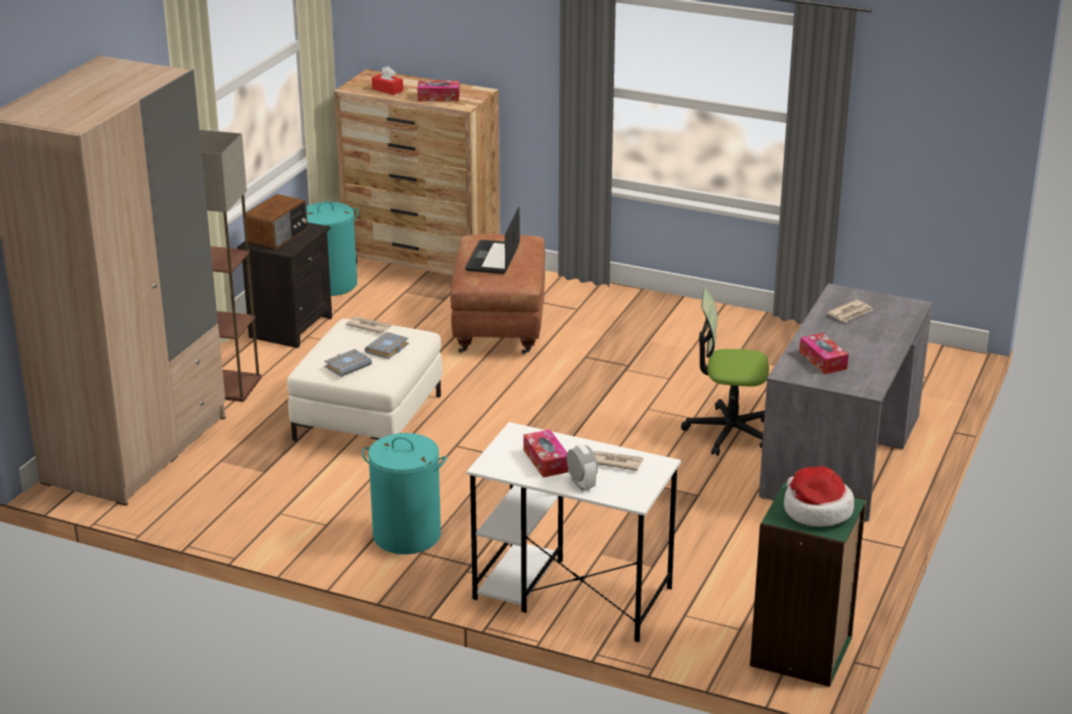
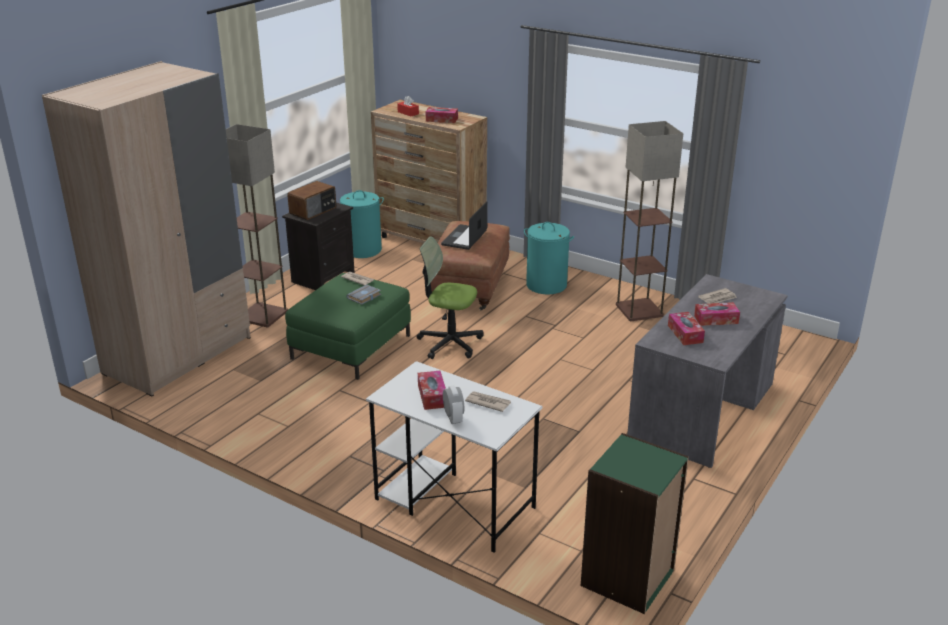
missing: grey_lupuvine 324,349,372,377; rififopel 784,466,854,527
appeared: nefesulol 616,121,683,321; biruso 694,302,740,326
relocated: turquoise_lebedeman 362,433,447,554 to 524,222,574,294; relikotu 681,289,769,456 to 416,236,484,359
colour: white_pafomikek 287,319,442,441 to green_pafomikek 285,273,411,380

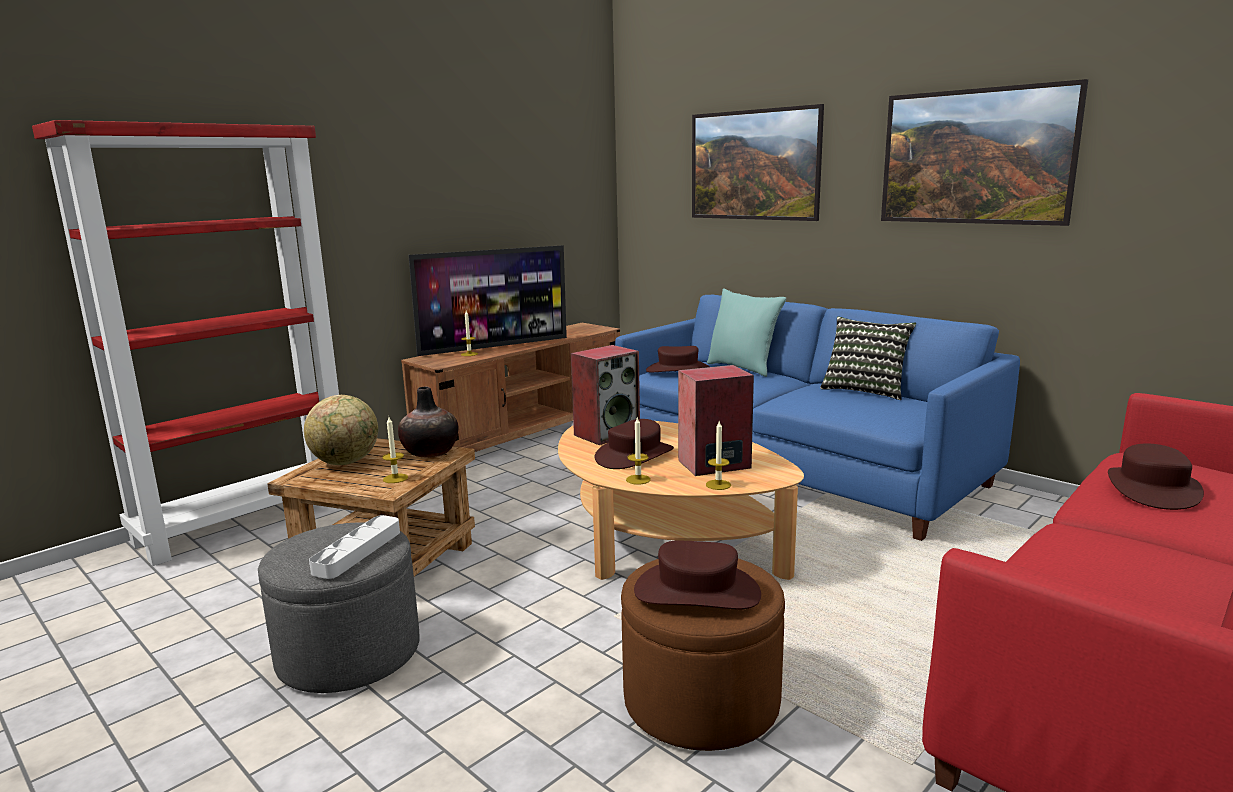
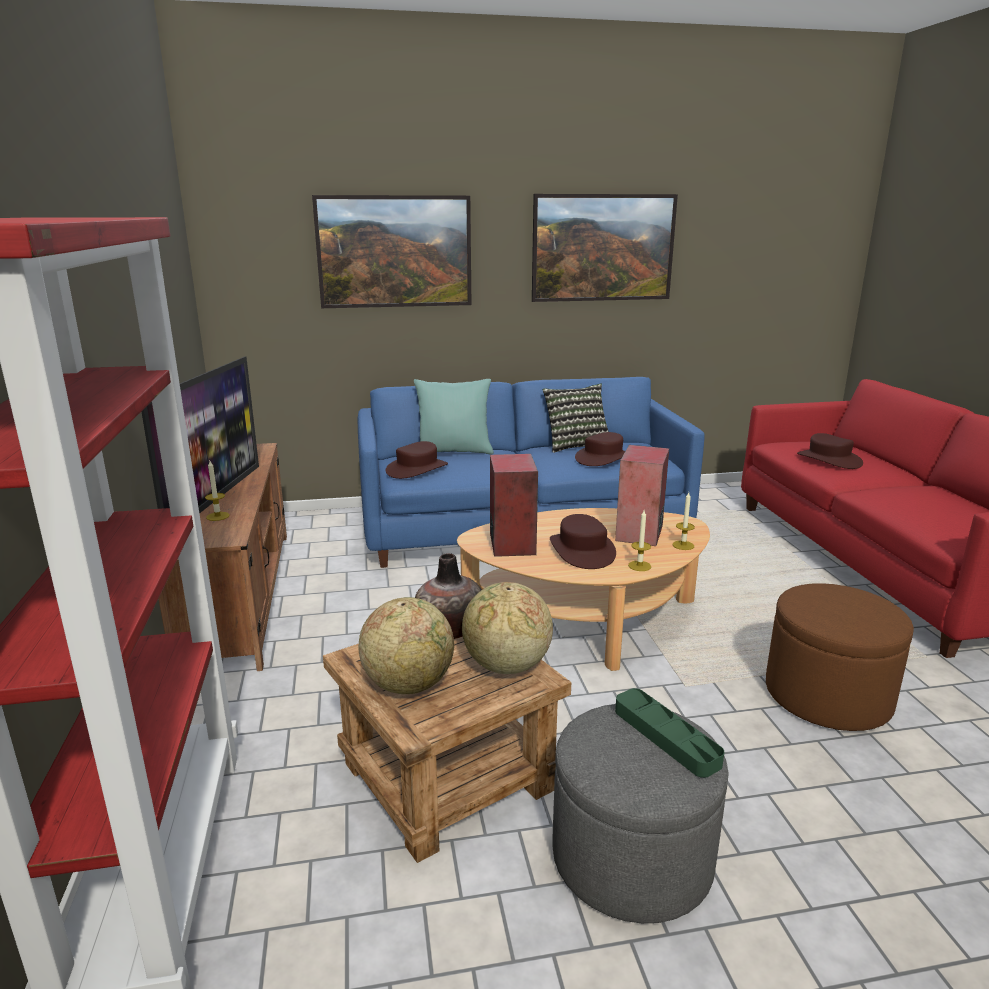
relocated: brown_rififopel 634,541,761,609 to 575,432,625,466
exchanged: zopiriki 382,417,408,483 to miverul 462,582,553,674
colour: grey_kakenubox 309,515,400,579 to green_kakenubox 615,688,724,778

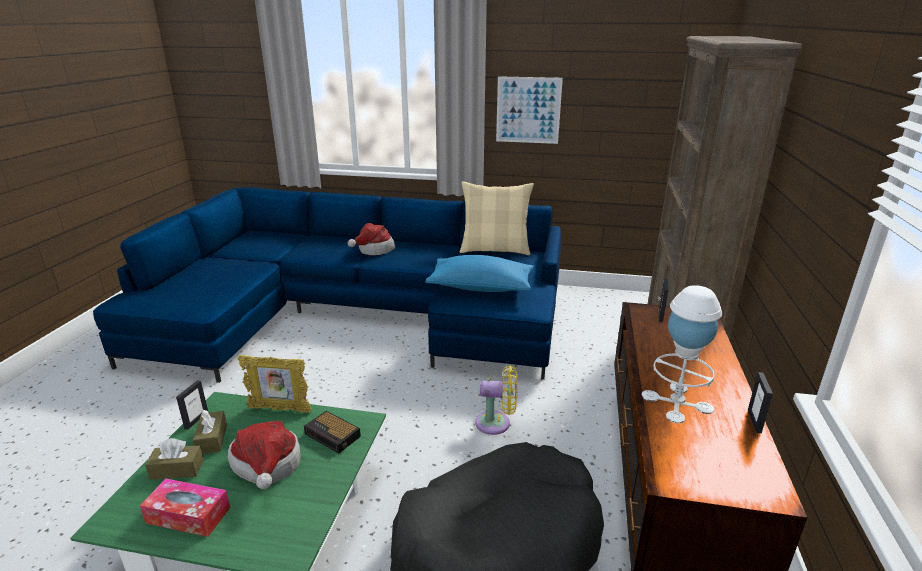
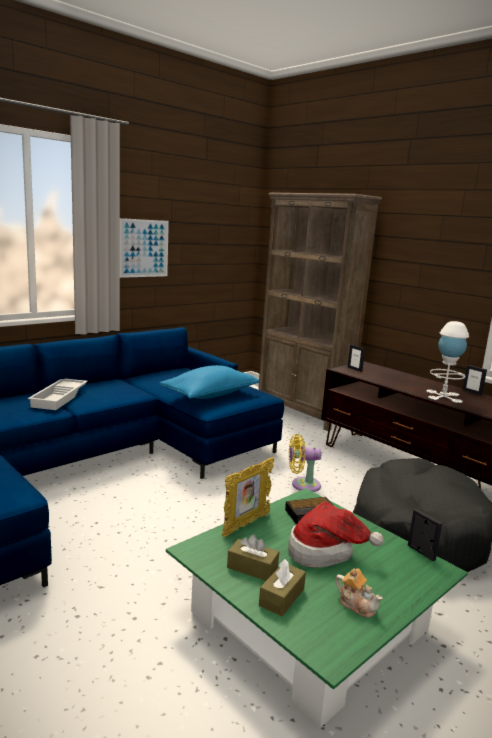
missing: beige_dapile 460,181,534,255
relocated: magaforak 176,380,208,430 to 408,509,442,561
exchanged: biruso 140,479,230,537 to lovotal 335,568,383,618; rififopel 347,223,395,255 to white_kakenubox 28,379,88,410
spun: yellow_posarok 475,366,517,435 = 289,434,321,492 135 degrees counterclockwise

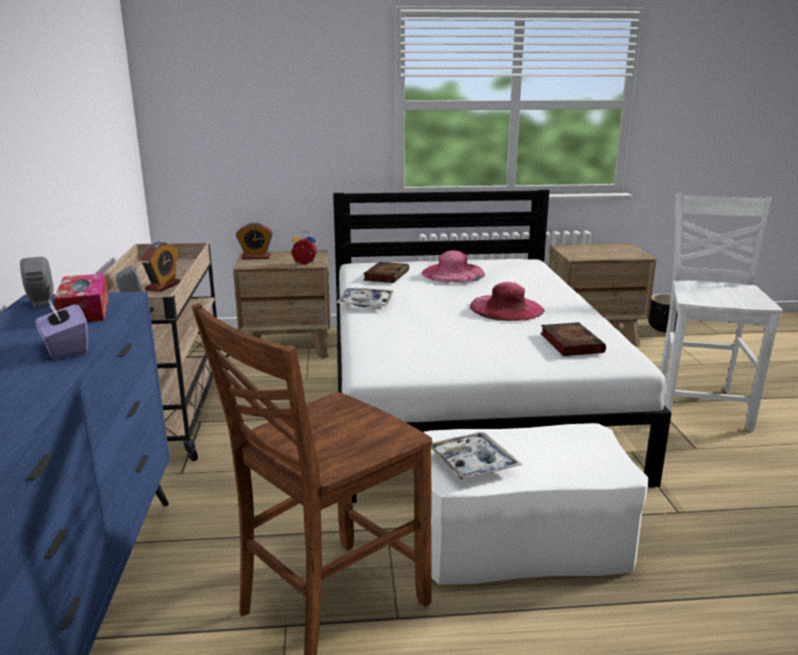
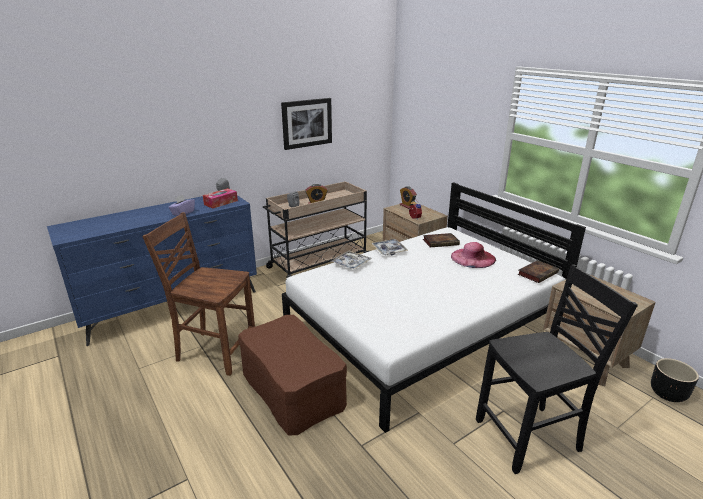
missing: pink_rififopel 470,282,545,321
appeared: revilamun 281,98,332,150
relocated: kakenubox 431,432,522,481 to 331,251,371,270; lupuvine 540,322,606,356 to 518,260,559,283
colour: white_pafomikek 424,423,649,585 to brown_pafomikek 238,315,347,436; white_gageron 660,194,782,432 to black_gageron 476,264,638,474

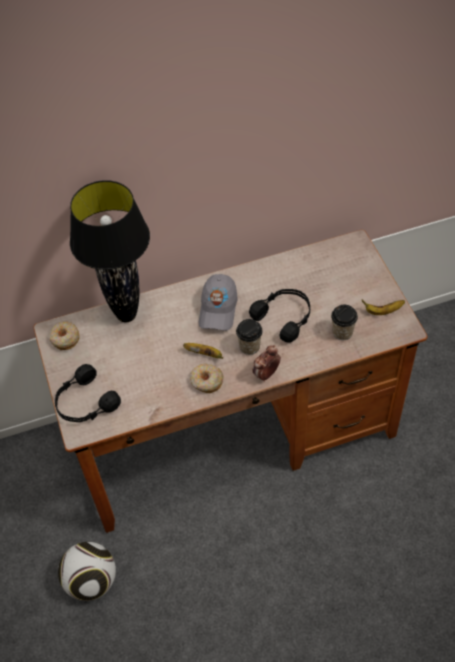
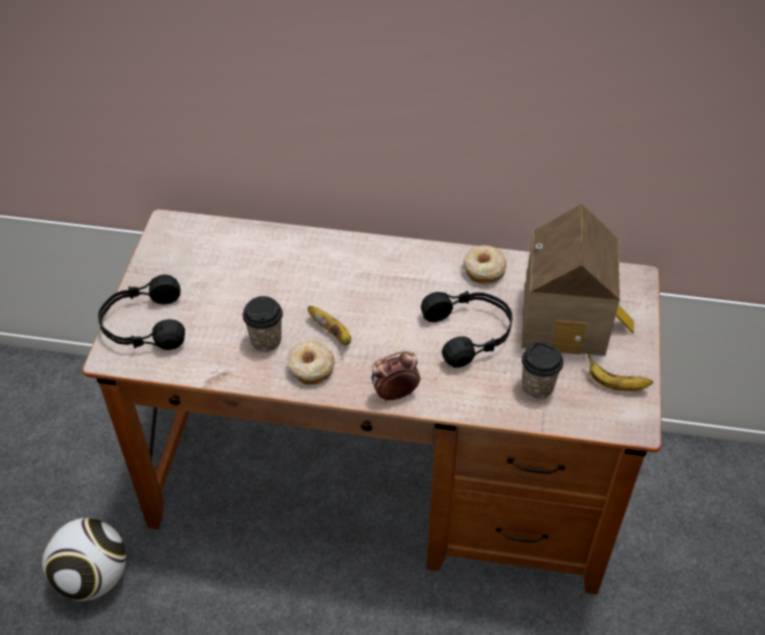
missing: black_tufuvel 70,180,150,322; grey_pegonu 199,274,238,331
appeared: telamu 522,204,634,356
relocated: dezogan 49,322,80,350 to 463,245,507,284; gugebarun 236,319,263,355 to 243,296,283,352

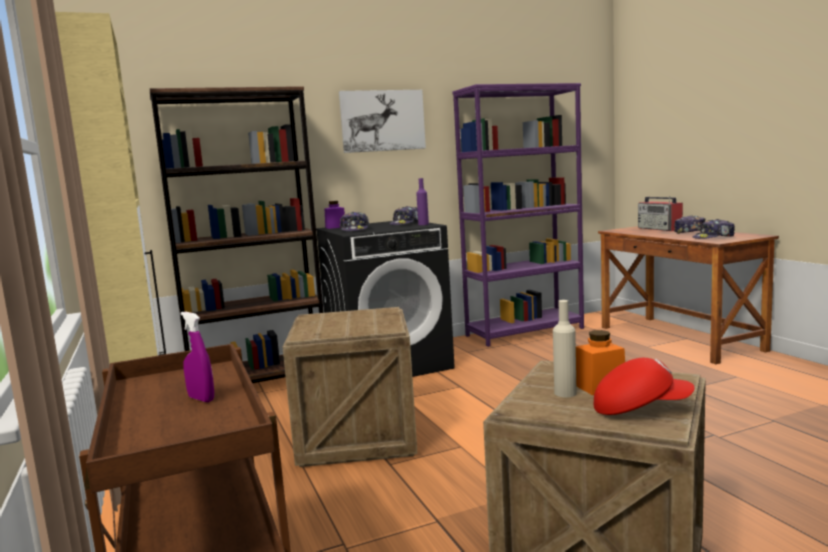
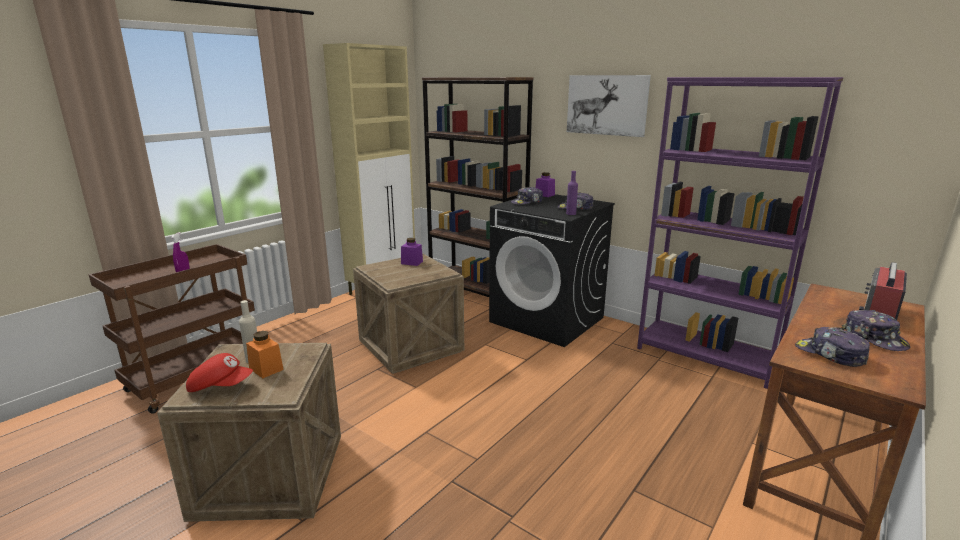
appeared: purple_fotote 401,238,423,266
spun: red_pegonu 594,358,695,415 = 186,353,253,392 60 degrees counterclockwise

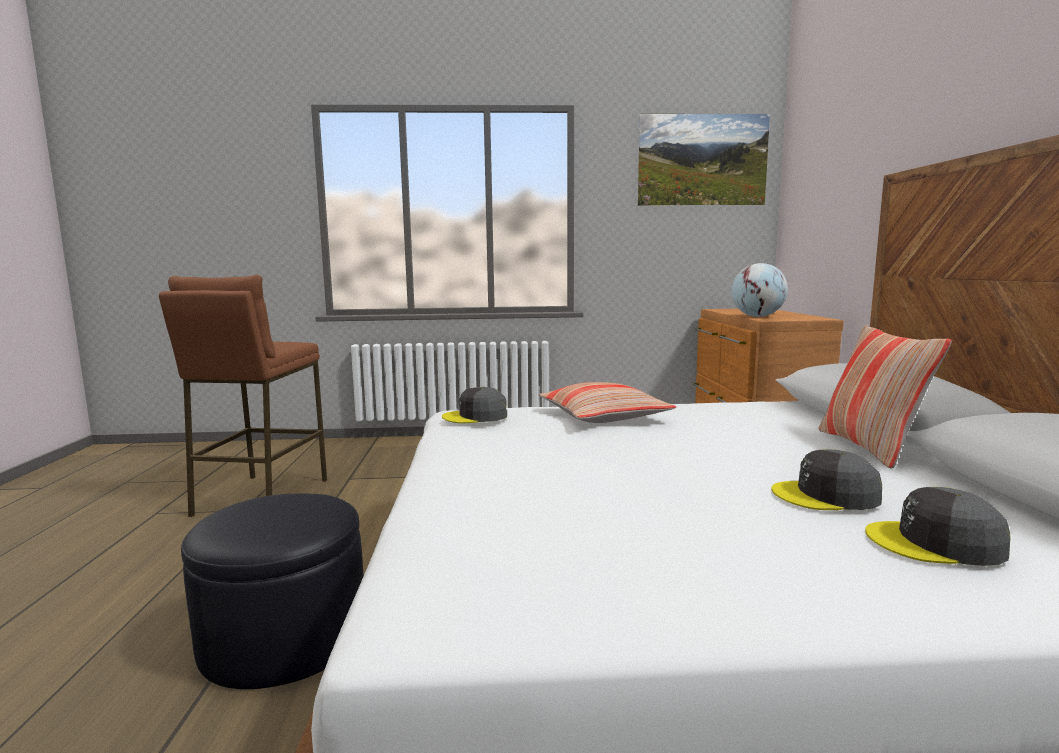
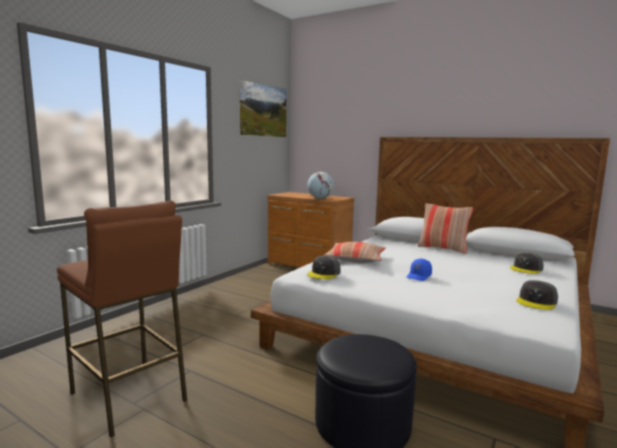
appeared: blue_pegonu 406,259,432,281
relocated: grey_pegonu 771,449,882,510 to 517,280,558,310

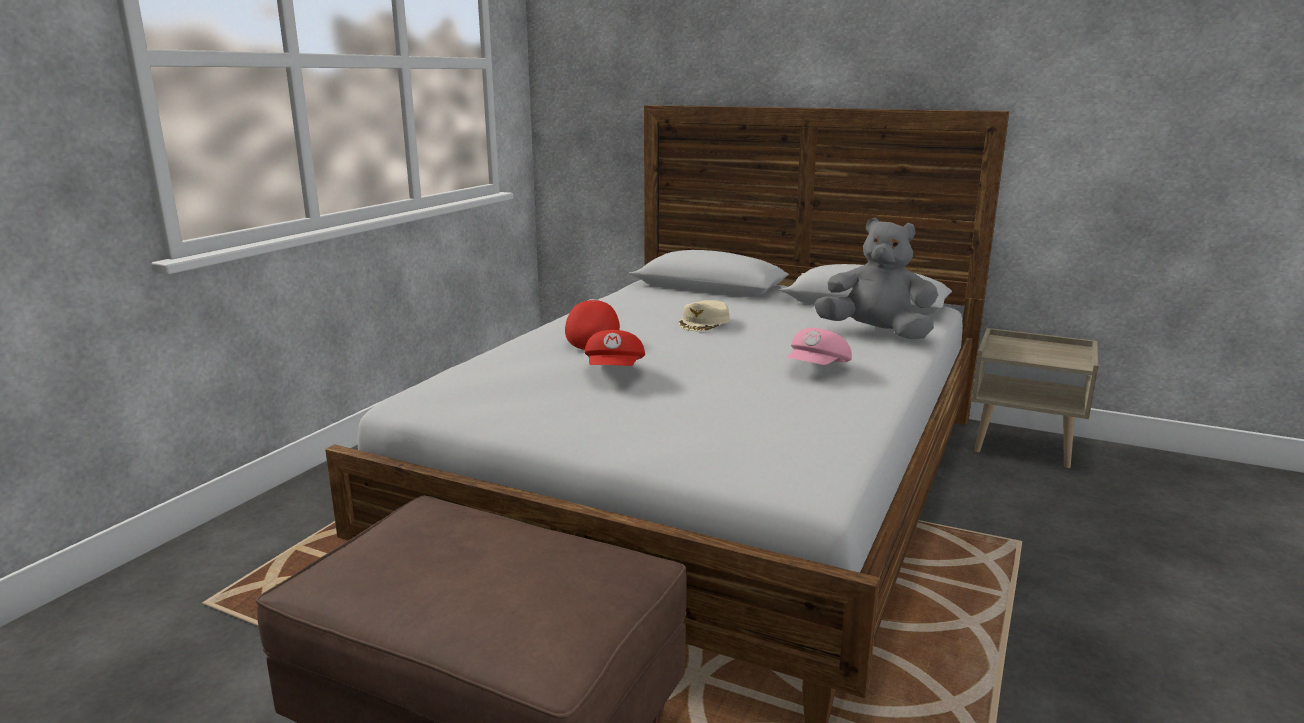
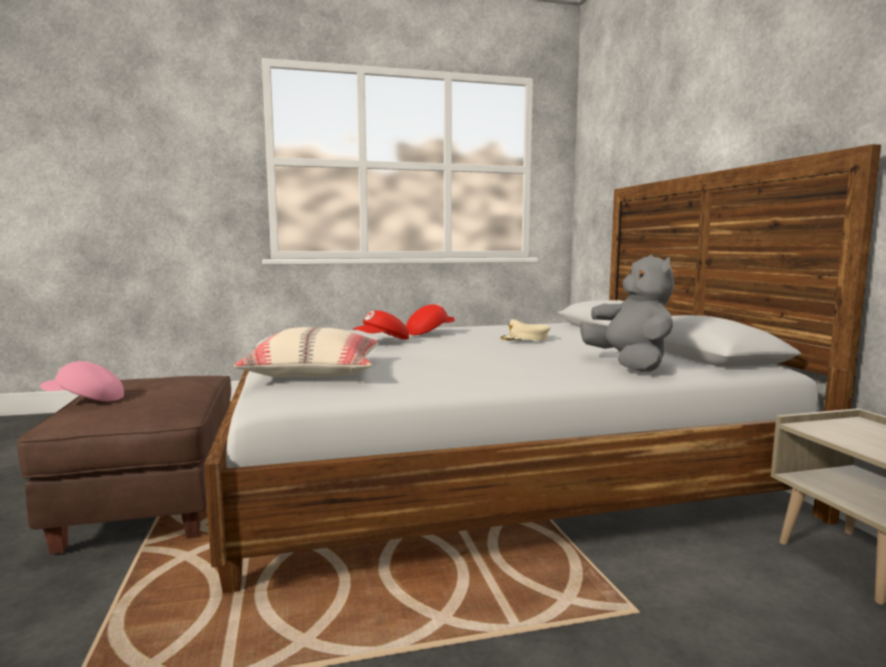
appeared: beige_dapile 234,327,379,377
relocated: pink_pegonu 787,328,852,365 to 40,361,124,401

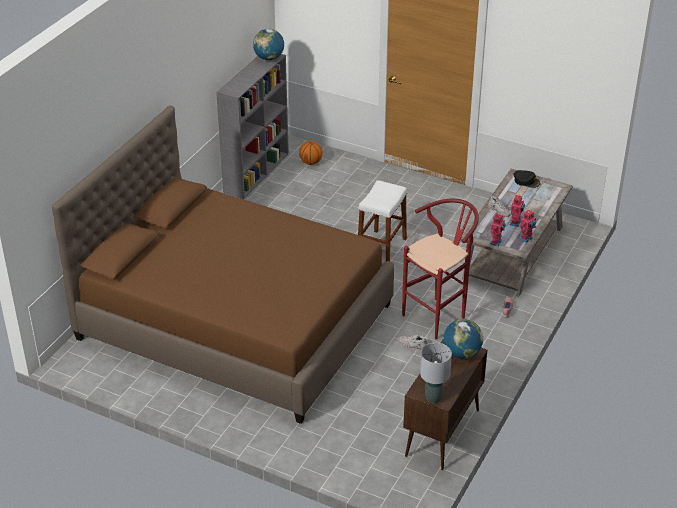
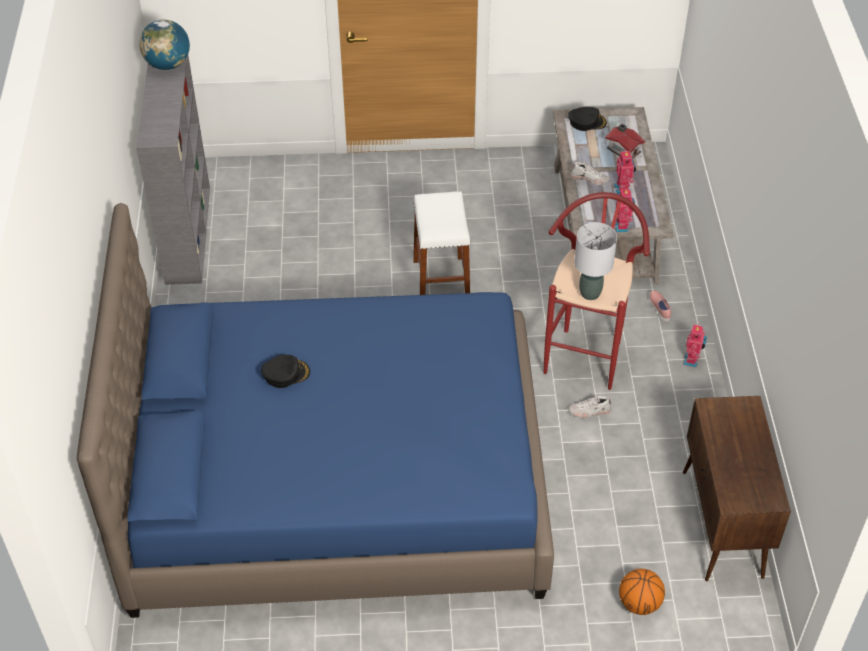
missing: miverul 443,319,483,359
appeared: black_pegonu 261,355,310,388; telamu 605,124,645,159
relocated: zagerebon 299,141,322,165 to 619,569,665,615; grey_tufuvel 420,343,452,403 to 574,222,617,300; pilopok 519,210,536,243 to 683,324,707,367
colour: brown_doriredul 52,106,394,424 to blue_doriredul 77,203,554,618

